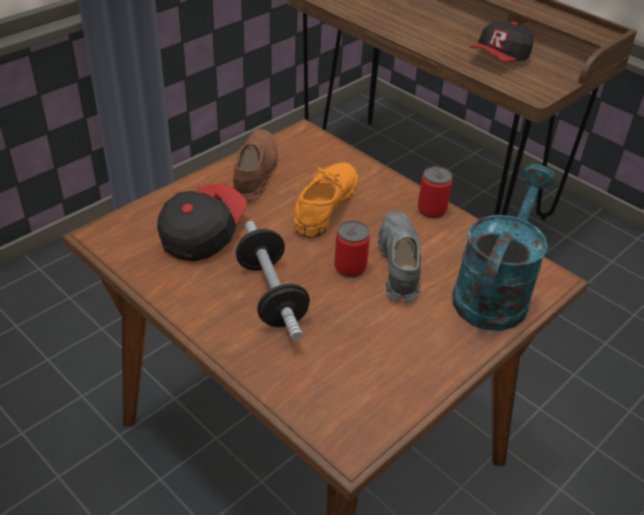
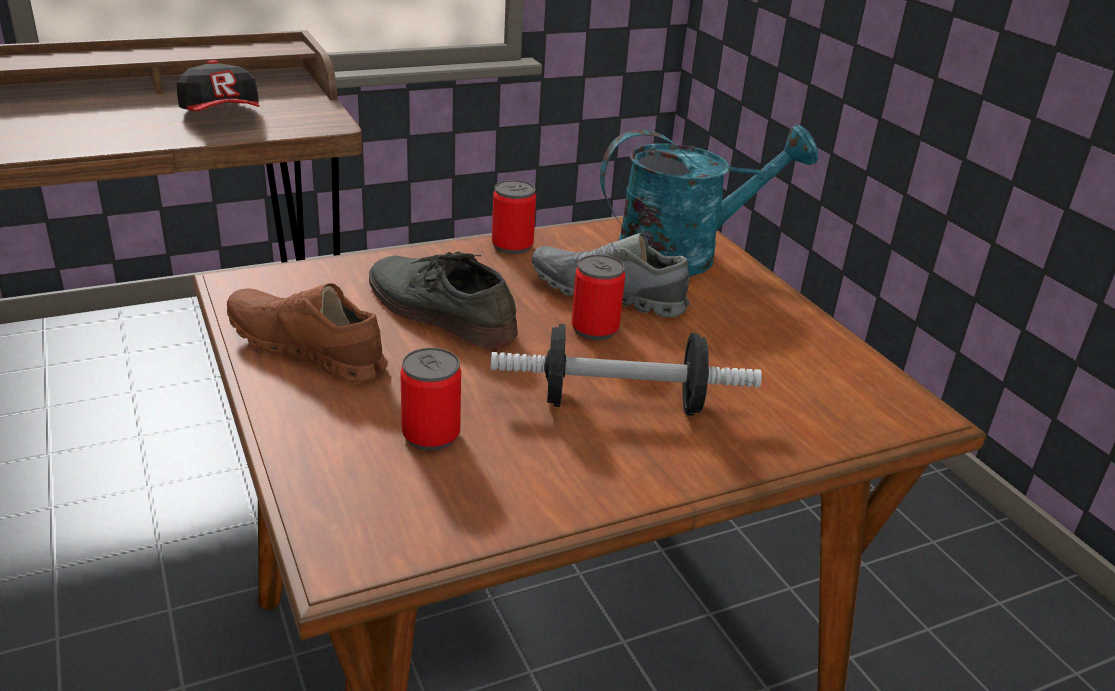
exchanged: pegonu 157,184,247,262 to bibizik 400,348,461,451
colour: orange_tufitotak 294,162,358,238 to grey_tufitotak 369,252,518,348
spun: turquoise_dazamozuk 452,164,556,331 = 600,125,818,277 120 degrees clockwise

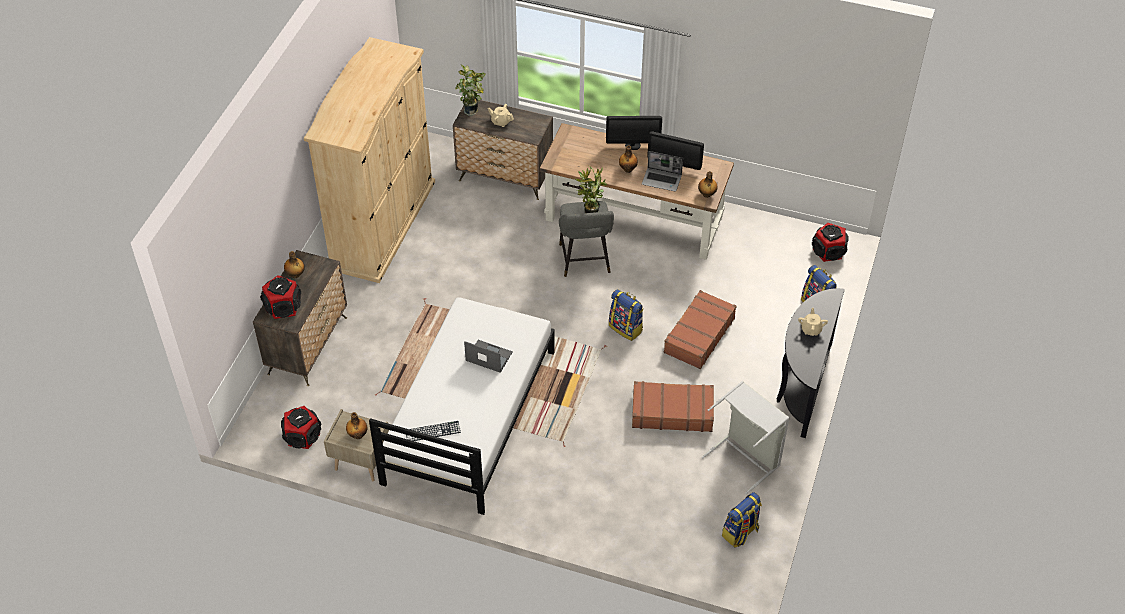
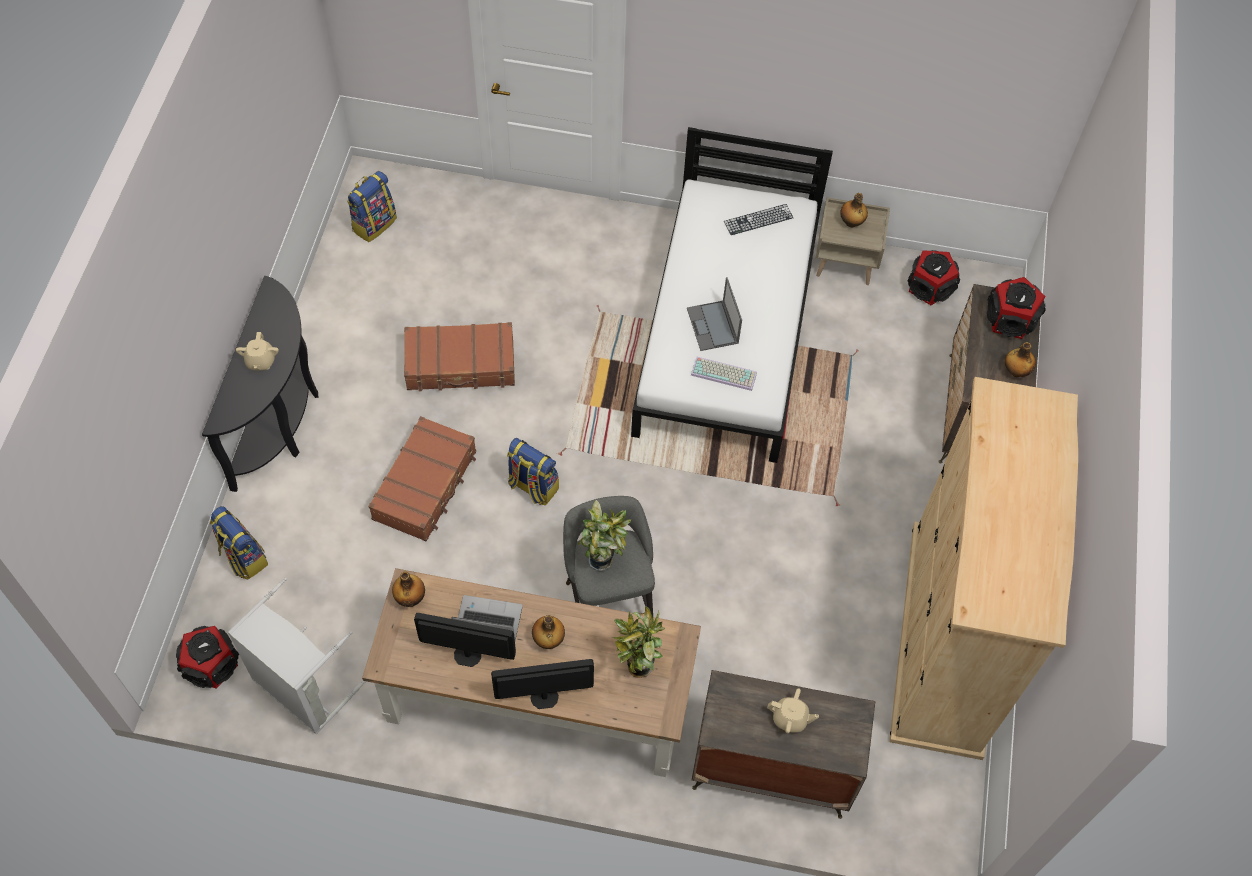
appeared: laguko 691,357,757,391
relocated: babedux 455,65,486,116 to 612,606,665,678; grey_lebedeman 702,381,790,494 to 228,578,366,734
spun: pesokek 464,340,513,373 = 687,277,742,351 60 degrees clockwise

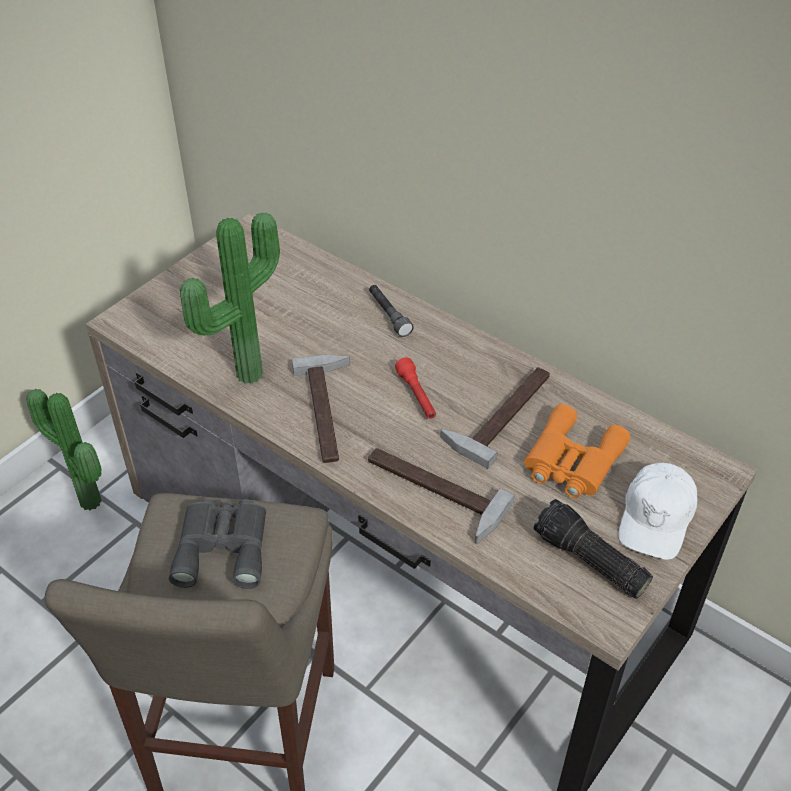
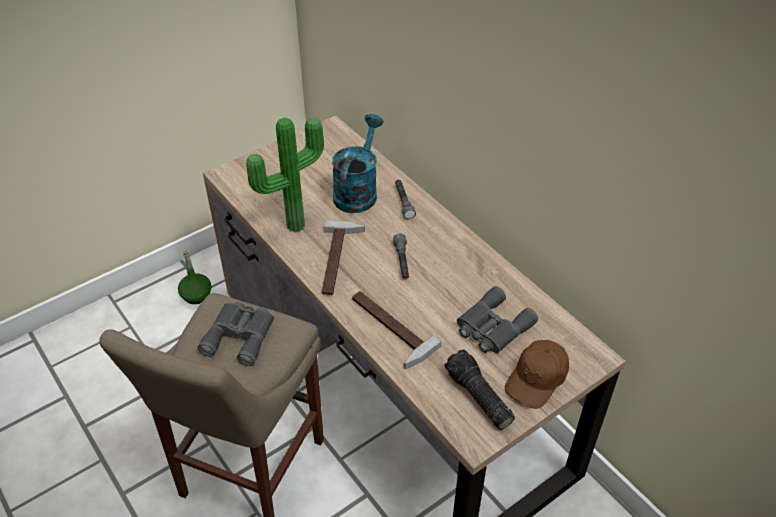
missing: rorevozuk 440,367,550,469
appeared: turquoise_dazamozuk 332,114,384,213
exchanged: babedux 26,389,102,511 to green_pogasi 178,250,212,304
colour: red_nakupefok 395,357,436,419 to grey_nakupefok 393,233,409,279; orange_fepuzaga 524,404,630,498 to grey_fepuzaga 457,286,538,353; white_pegonu 618,462,697,560 to brown_pegonu 505,340,569,409

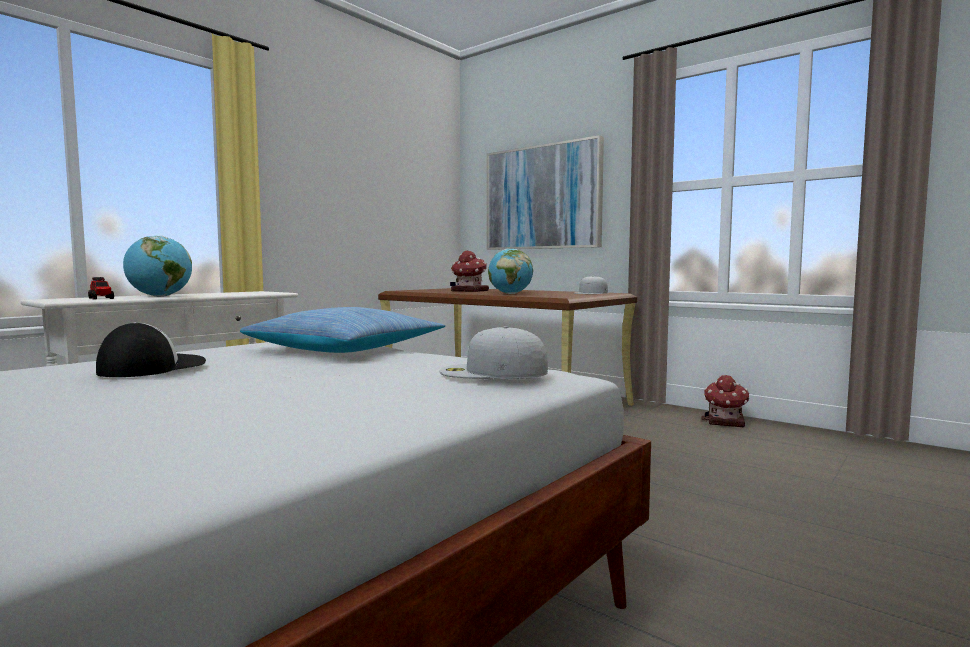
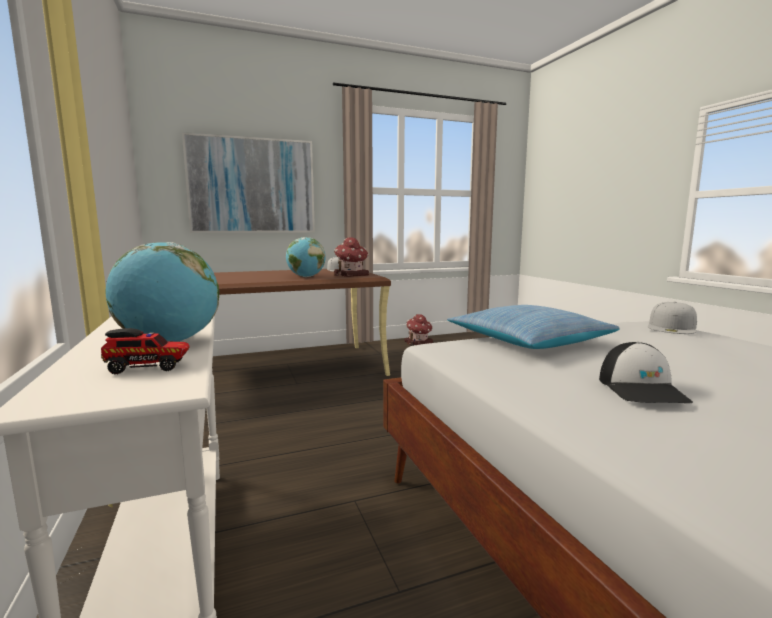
relocated: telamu 450,250,489,292 to 334,237,369,277
spun: pegonu 96,322,206,377 = 599,342,693,403 135 degrees counterclockwise

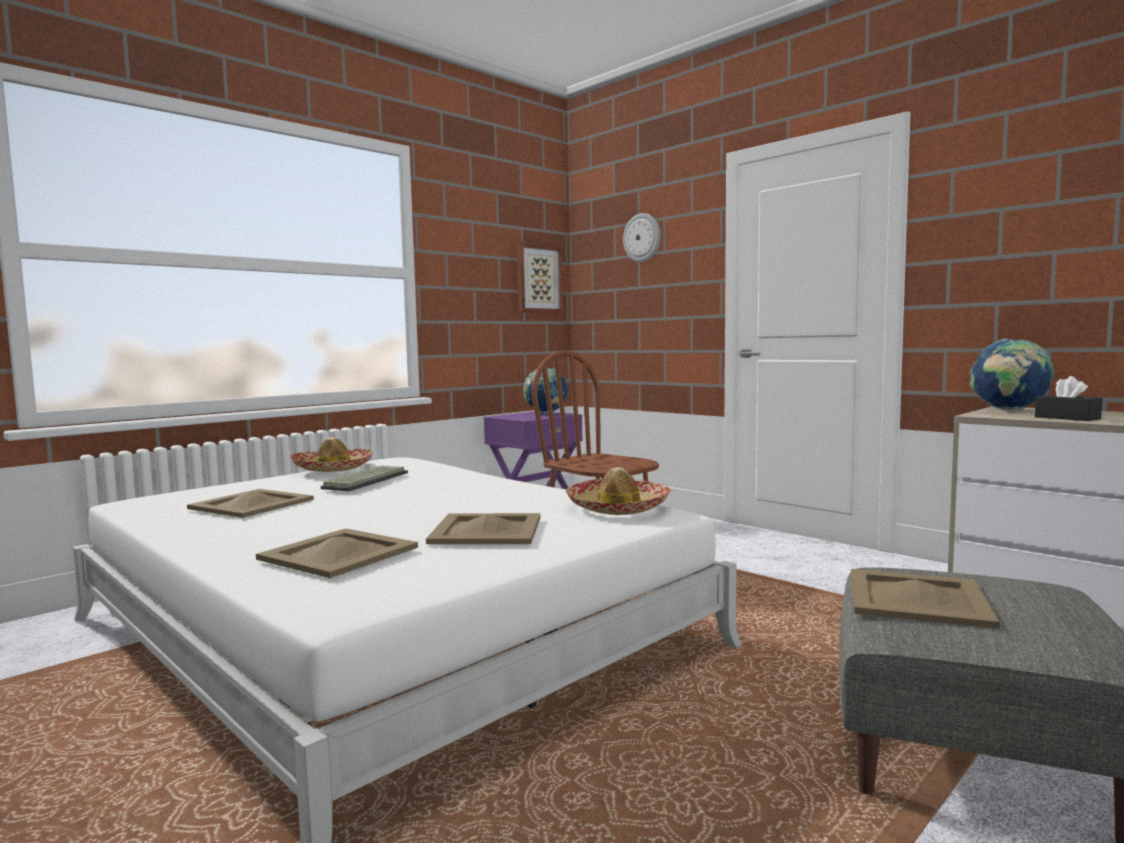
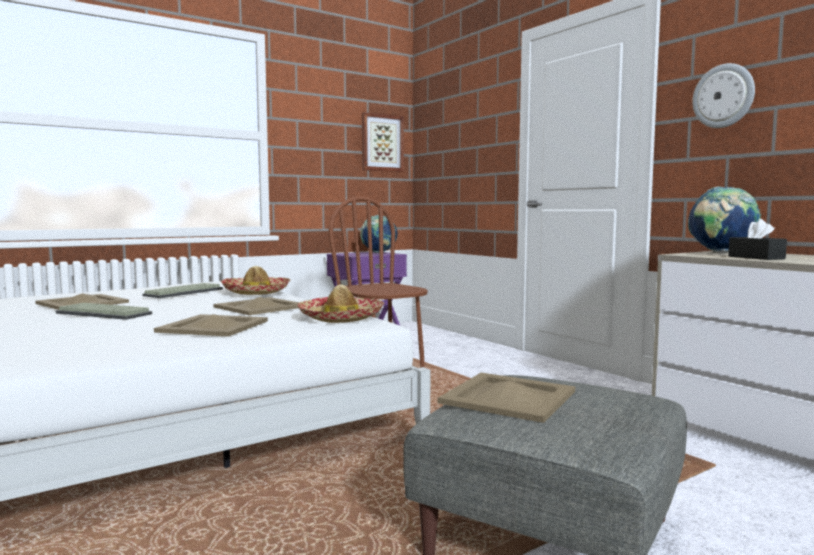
appeared: laguko 56,303,152,320
relocated: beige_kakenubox 256,528,418,578 to 213,297,299,315; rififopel 289,437,374,472 to 221,266,290,295; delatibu 623,213,661,262 to 692,63,755,128

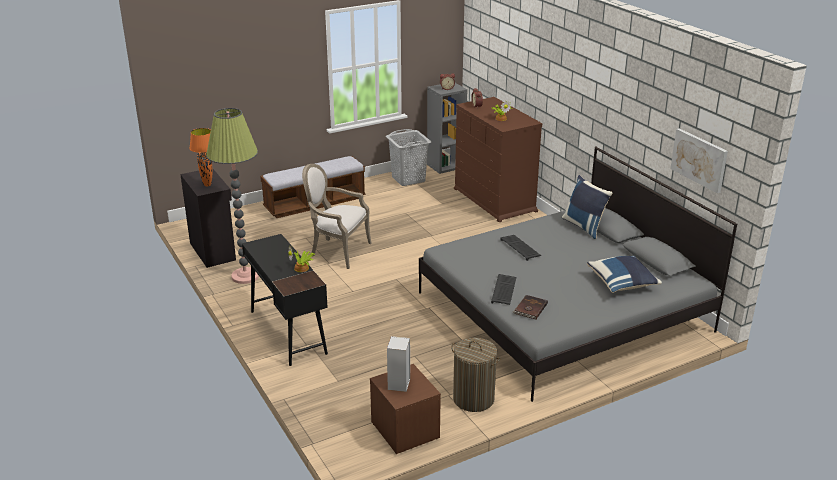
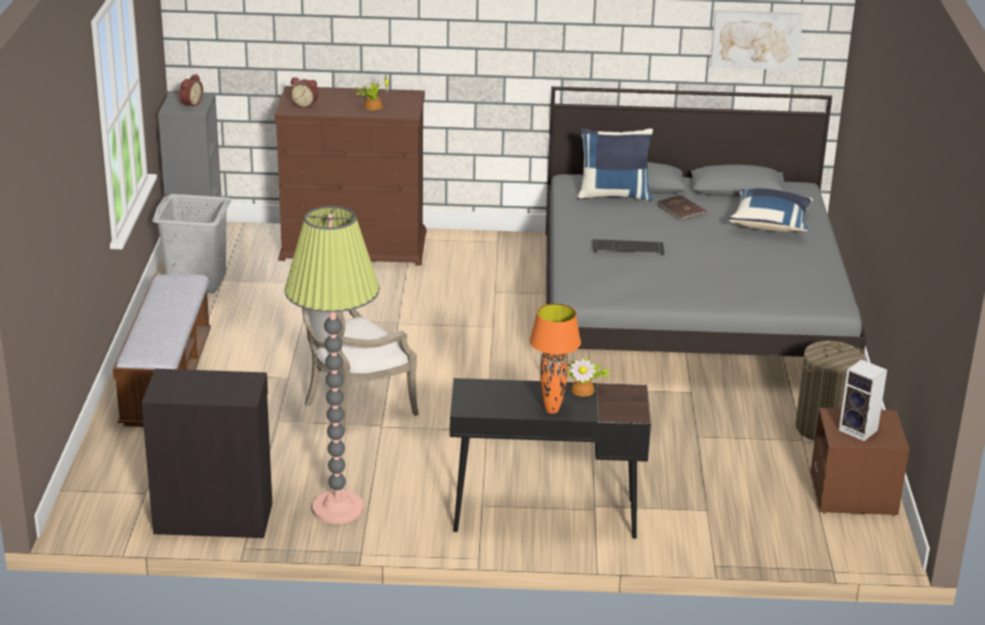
missing: laguko 491,274,516,305
relocated: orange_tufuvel 189,128,212,186 to 530,303,581,414; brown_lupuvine 512,295,548,319 to 657,195,706,221

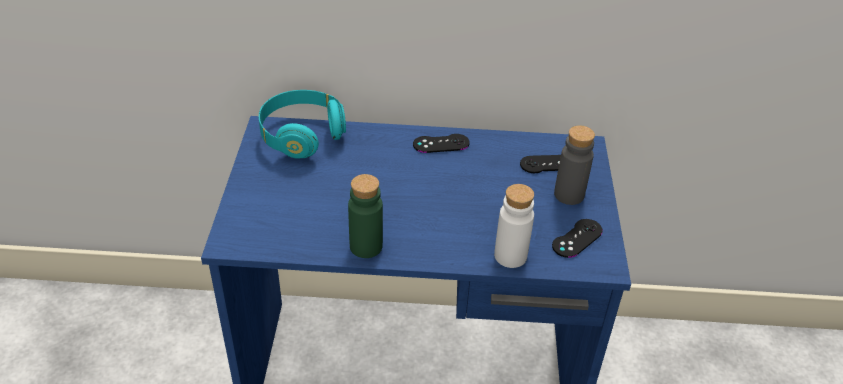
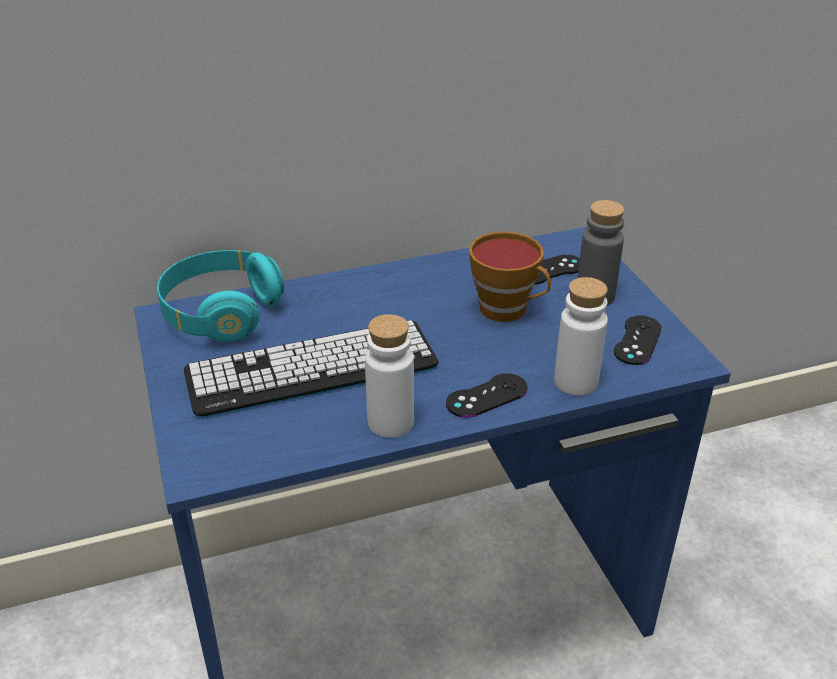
appeared: laguko 184,320,439,418; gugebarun 469,231,551,322
relocated: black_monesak 413,134,470,153 to 446,373,528,418
colour: green_pogasi 348,174,383,258 to white_pogasi 365,314,414,438

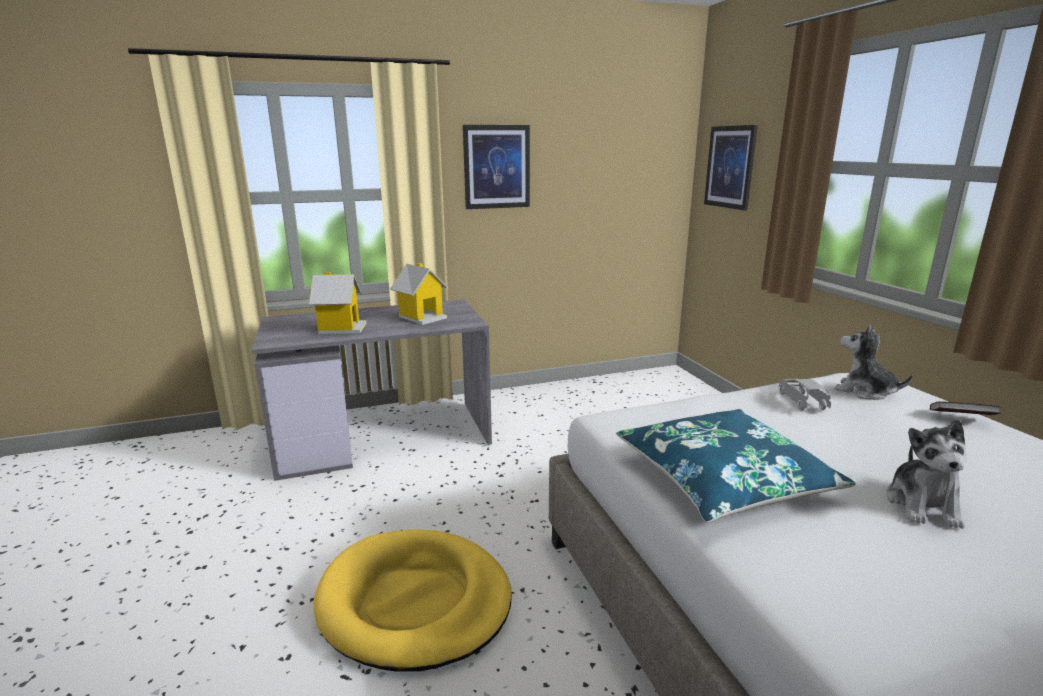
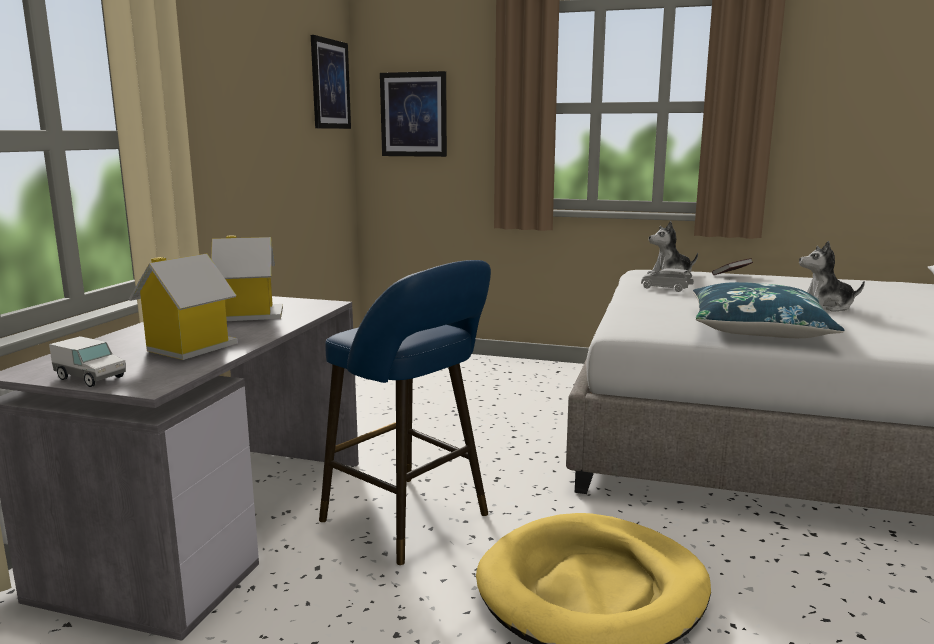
appeared: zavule 49,336,126,387; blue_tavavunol 319,260,491,565
relocated: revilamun 463,125,530,209 to 311,35,351,129
spun: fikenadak 886,419,967,529 = 799,241,865,312 135 degrees clockwise

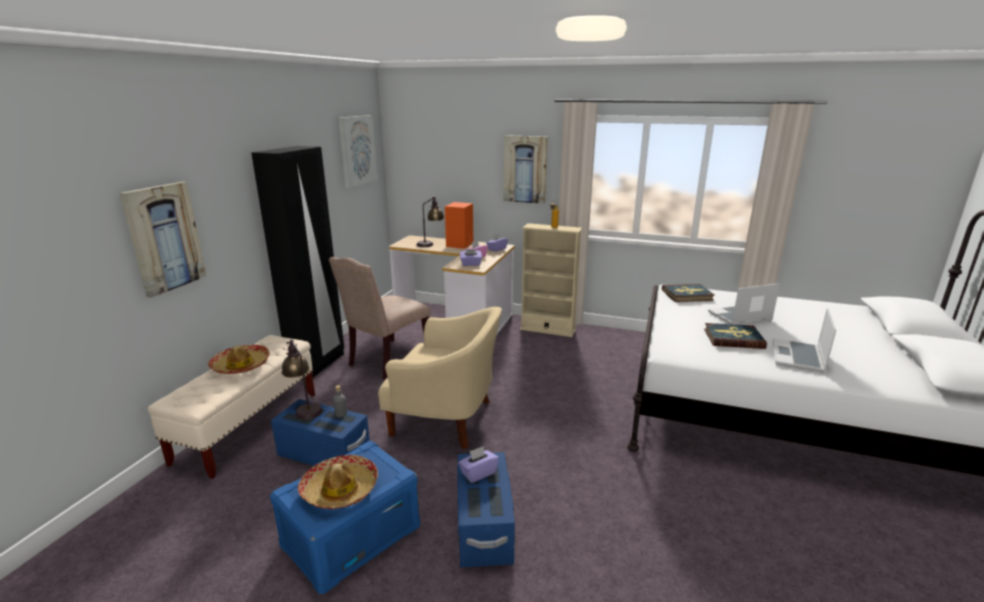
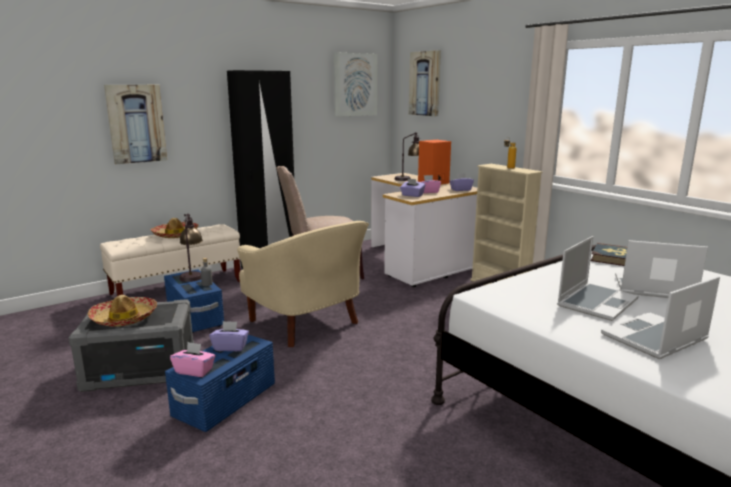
appeared: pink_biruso 170,342,215,377
relocated: revilamun 504,135,548,204 to 409,50,441,116
exchanged: lupuvine 704,323,767,349 to pesokek 557,236,639,321
colour: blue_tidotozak 270,440,420,594 to grey_tidotozak 68,299,194,392

